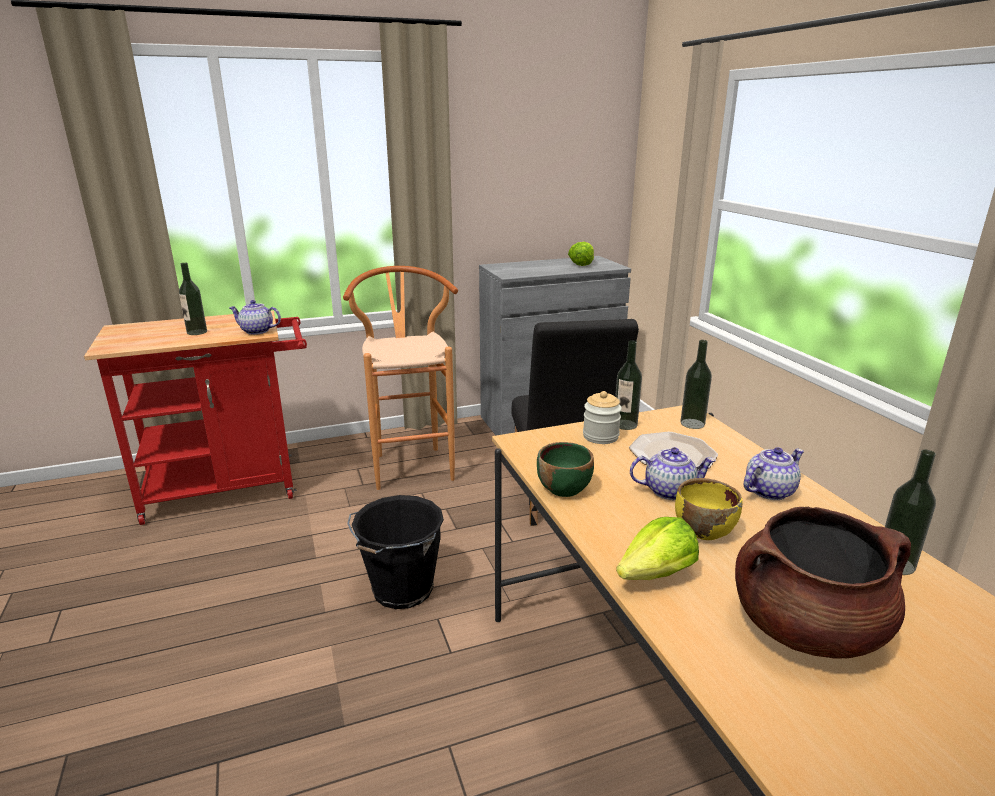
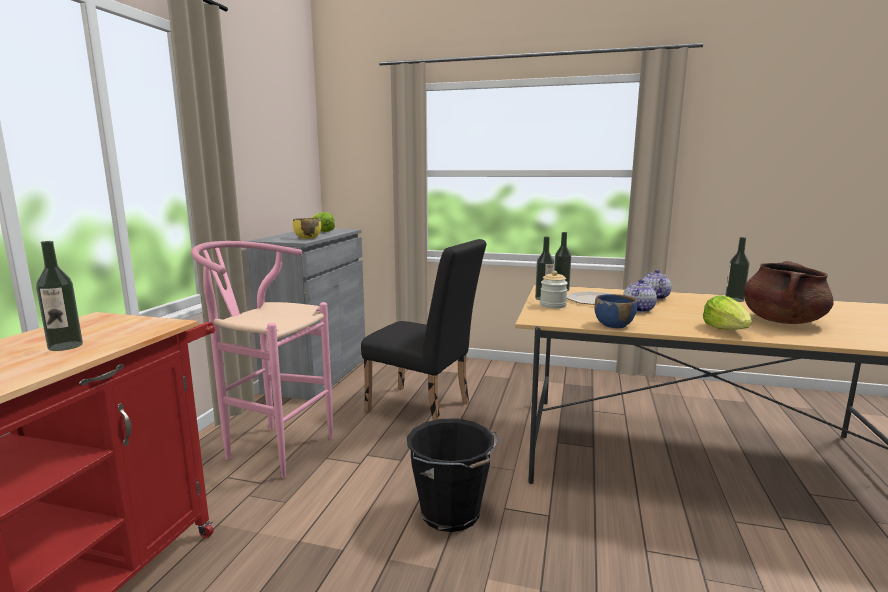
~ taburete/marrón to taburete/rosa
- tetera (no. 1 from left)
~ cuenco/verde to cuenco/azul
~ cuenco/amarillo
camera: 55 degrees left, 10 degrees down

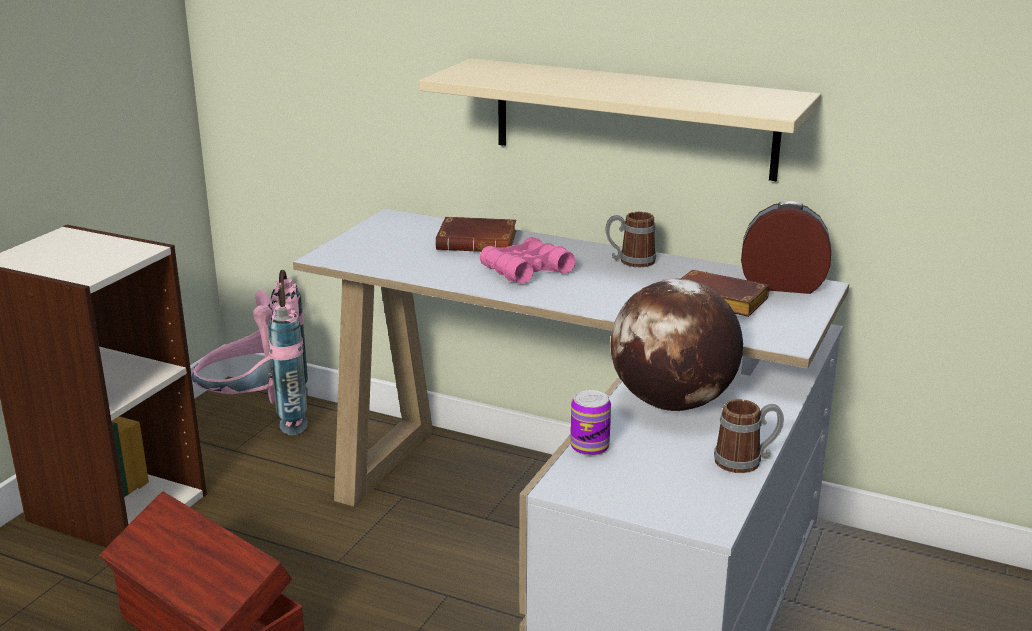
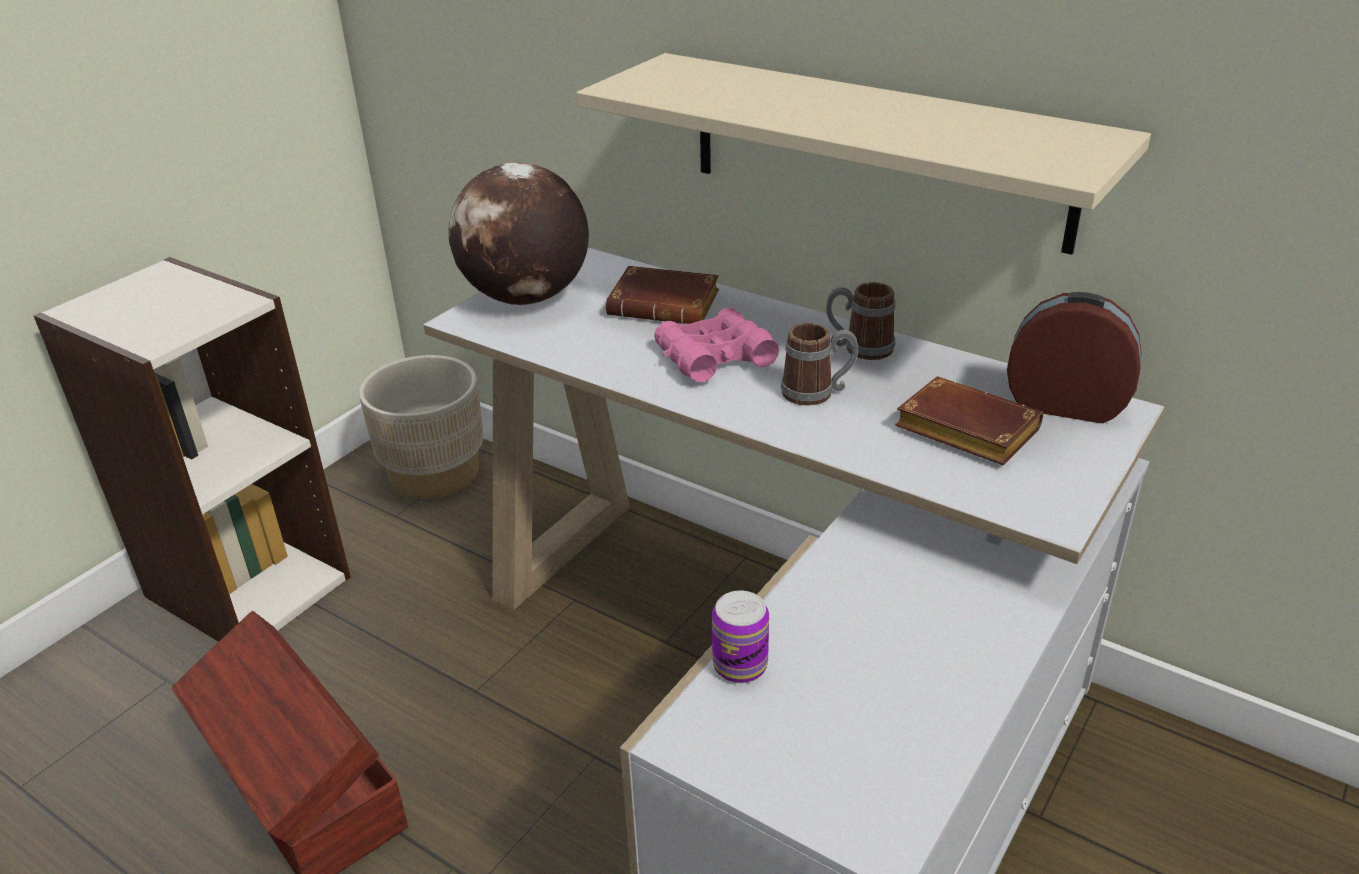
~ mochila/rosa to maceta/beis
~ globo terráqueo
~ taza grande (no. 2 from left in the first image) to taza grande (no. 1 from left)
camera: 10 degrees right, 10 degrees up

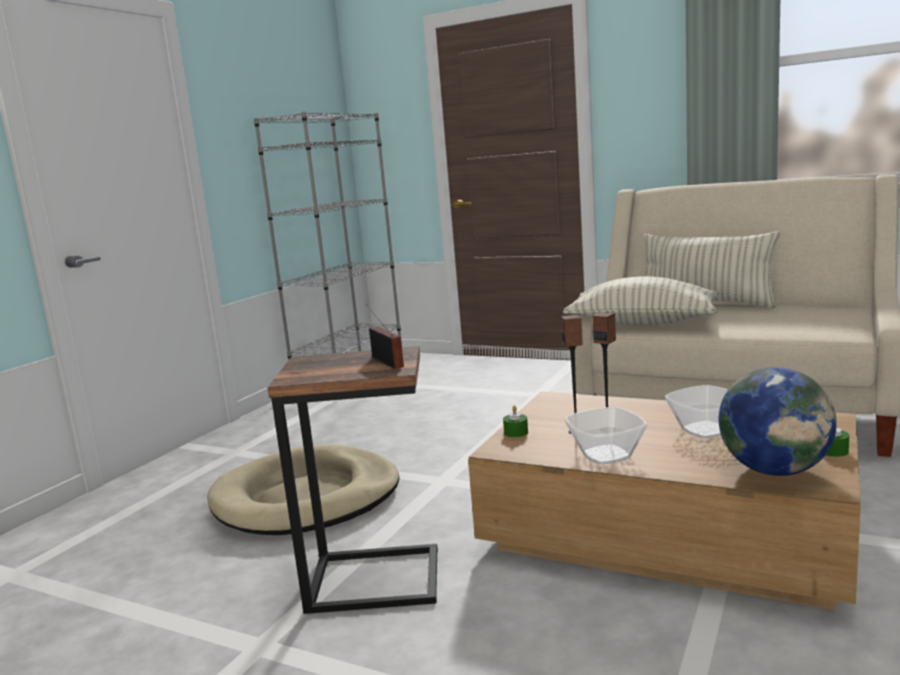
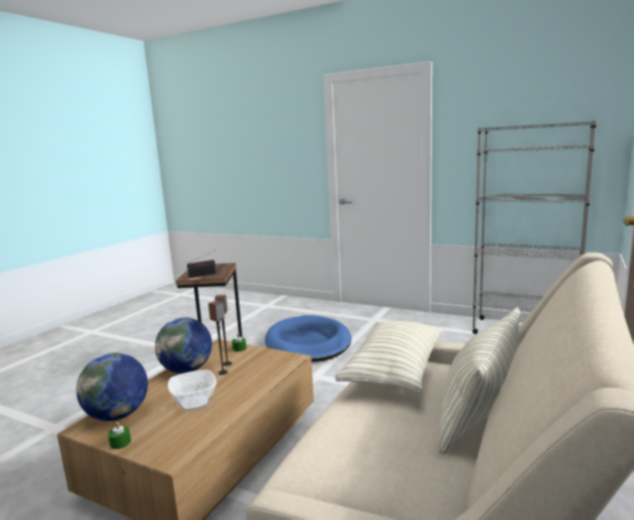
~ cuenco (no. 1 from left) to globo terráqueo (no. 2 from left)
~ cama para perro/beis to cama para perro/azul
camera: 90 degrees right, 0 degrees up

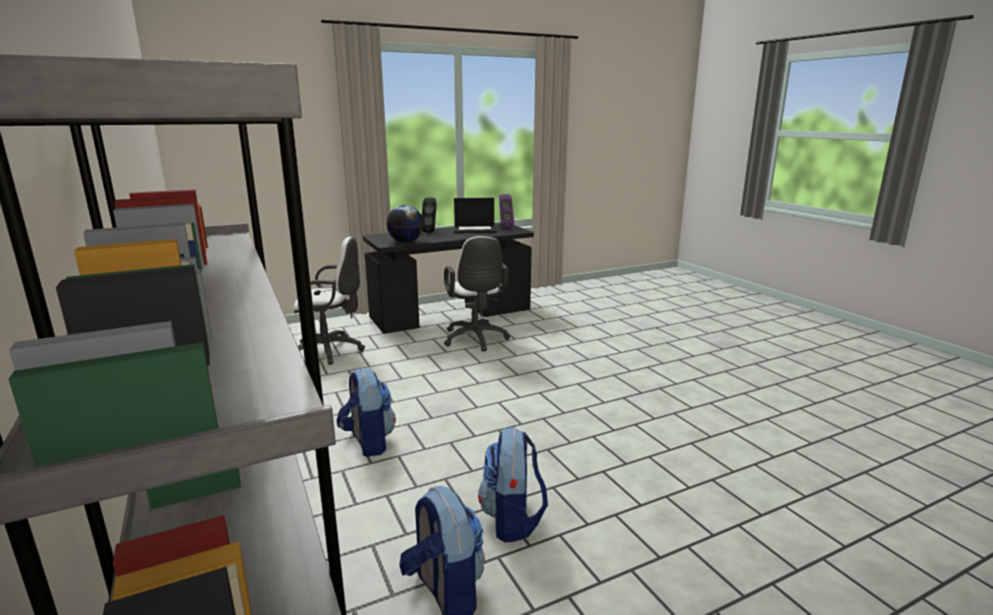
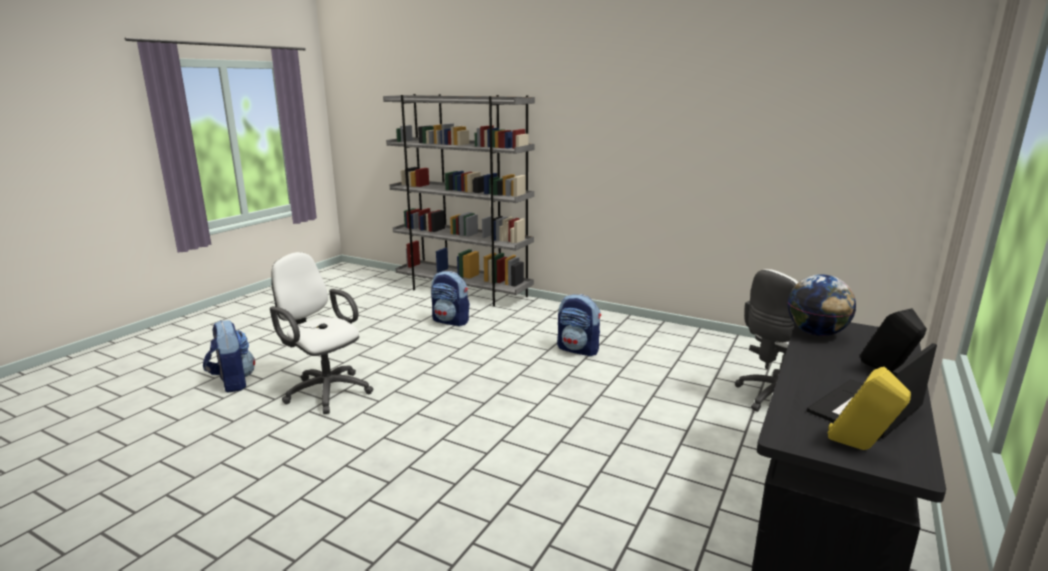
~ altavoz/morado to altavoz/amarillo
~ silla de oficina/blanco (no. 2 from left in the first image) to silla de oficina/blanco (no. 1 from left)
~ mochila (no. 3 from left in the first image) to mochila (no. 1 from left)
camera: 145 degrees right, 0 degrees up

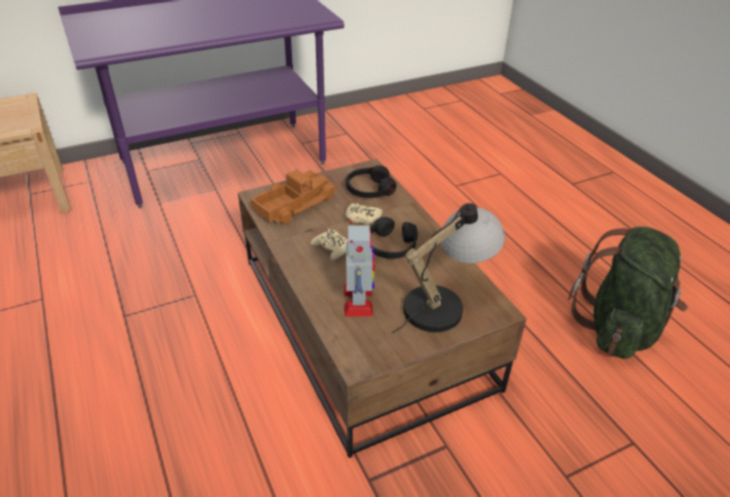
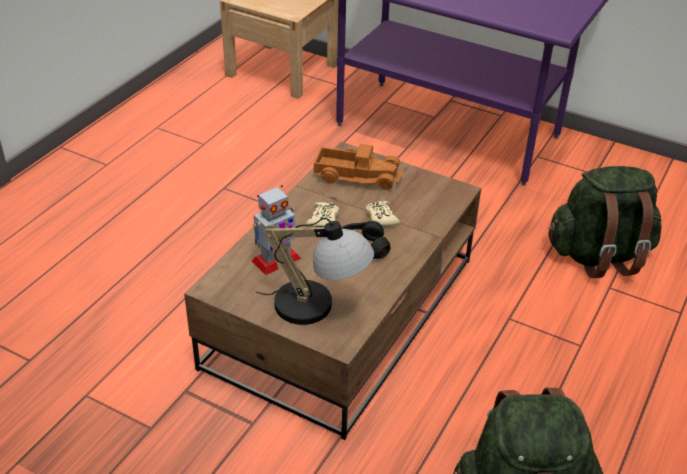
- auriculares/negro (no. 1 from left)
+ mochila/verde (no. 2 from left)
camera: 55 degrees right, 0 degrees up

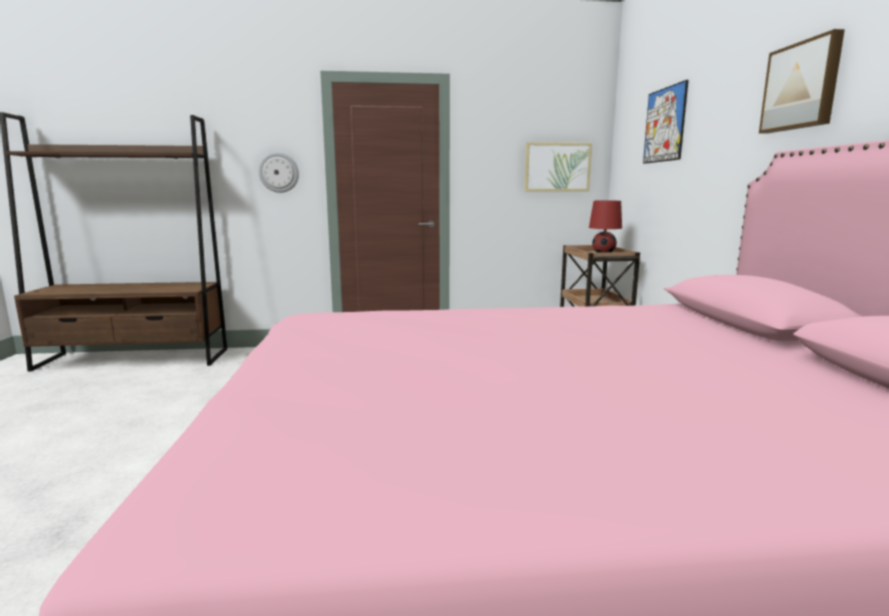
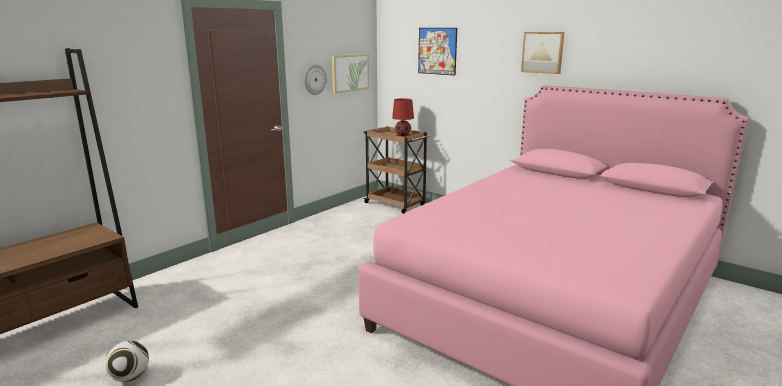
~ reloj de pared
+ balón de fútbol
camera: 45 degrees left, 5 degrees up

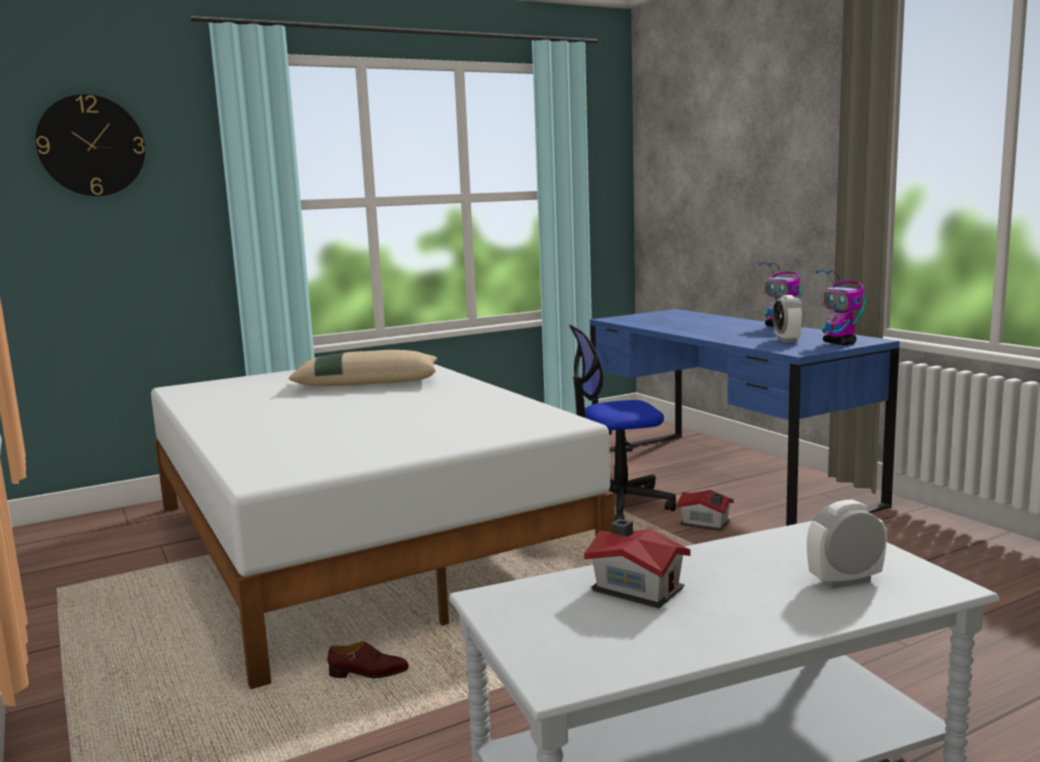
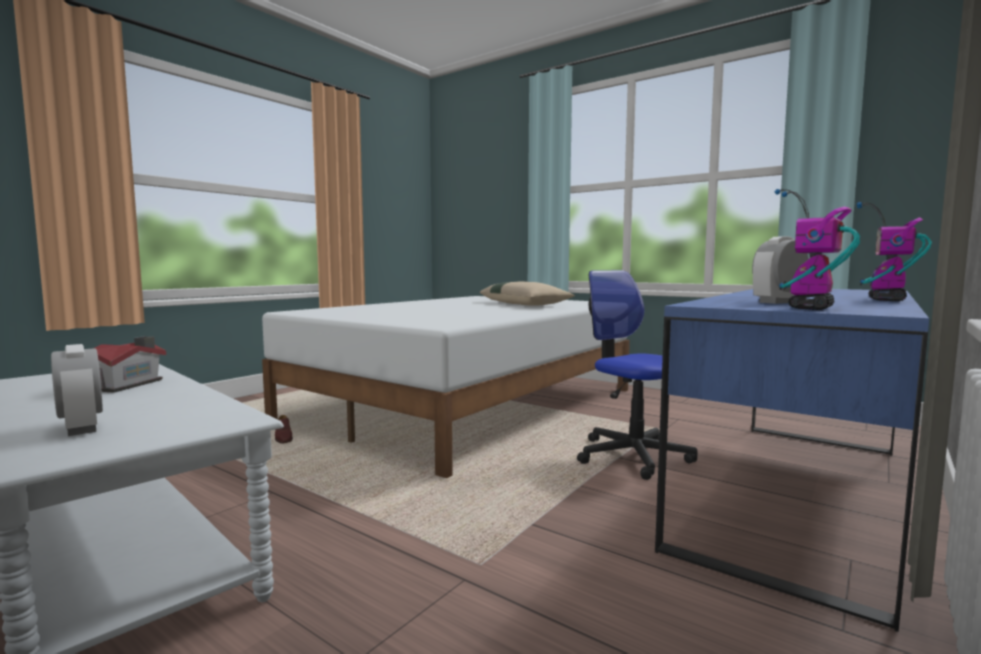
- reloj de pared
- casita (no. 2 from left)
camera: 65 degrees right, 5 degrees down

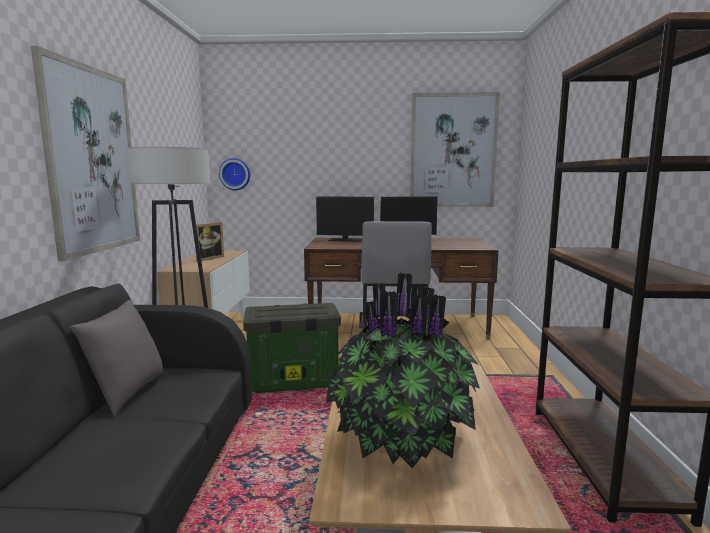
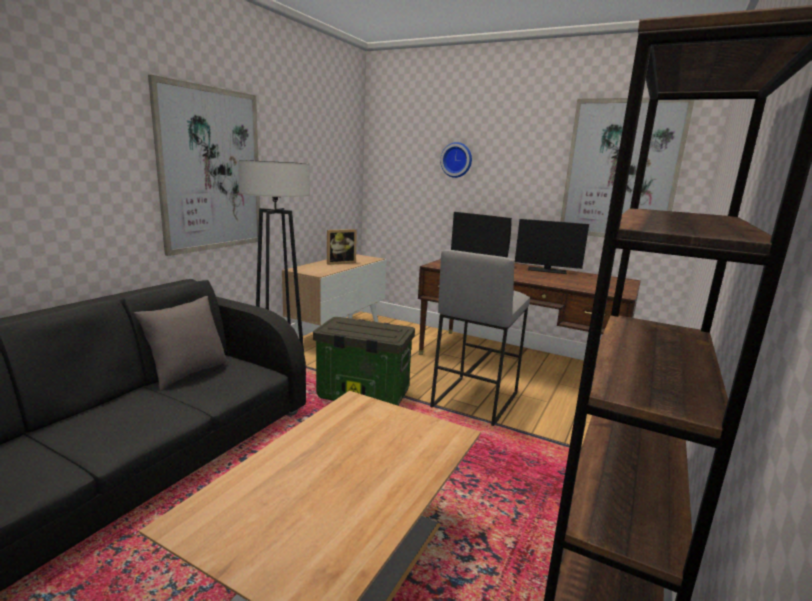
~ reloj de pared
- planta en maceta
camera: 25 degrees right, 5 degrees up

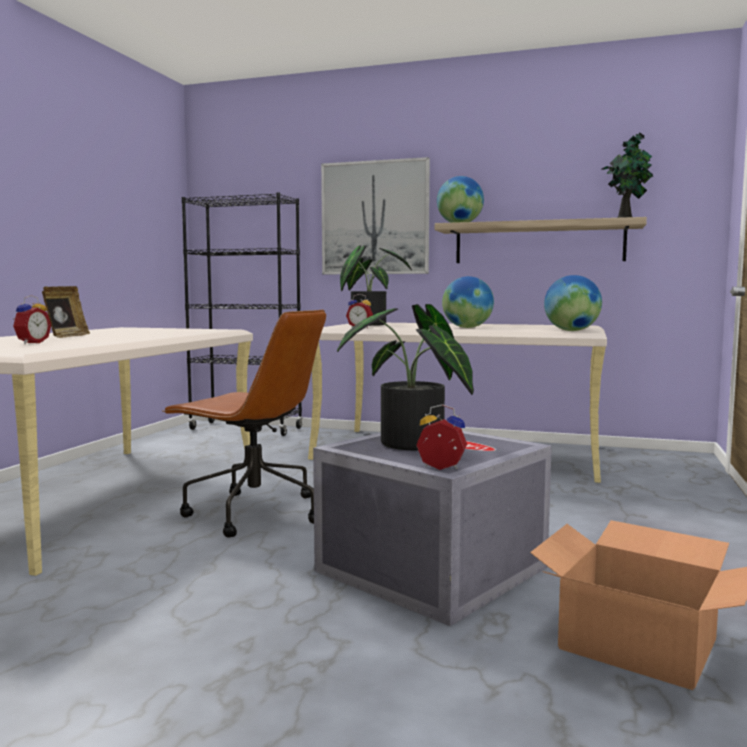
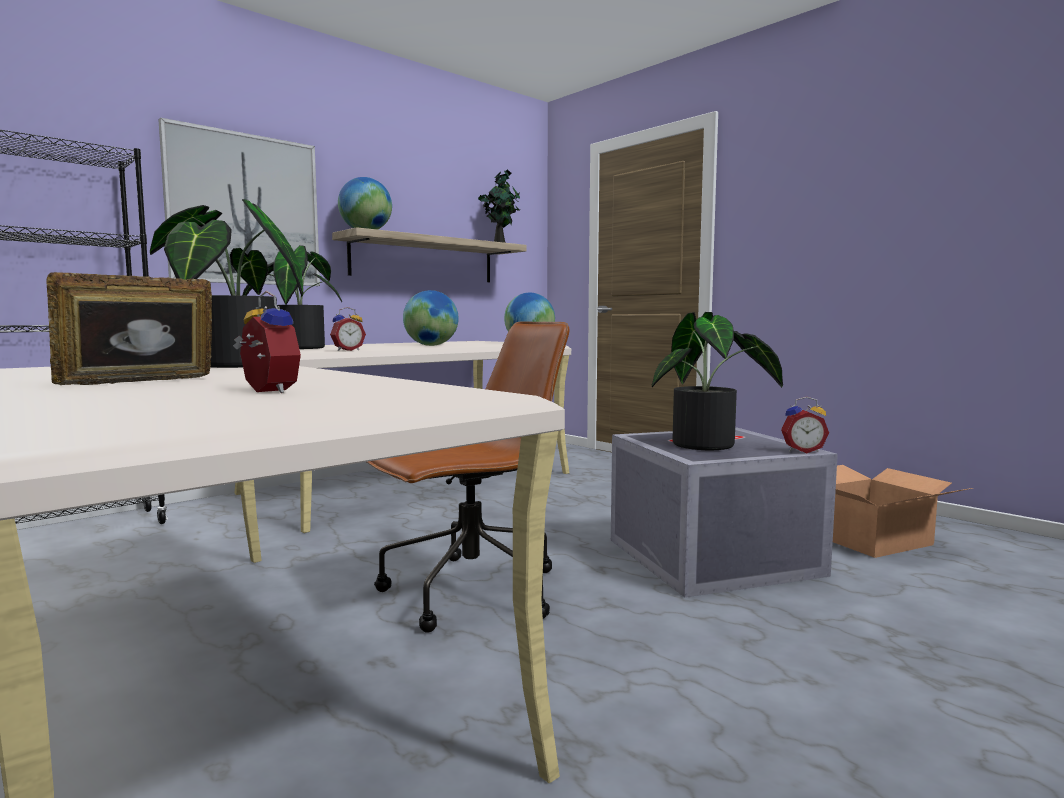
~ portarretratos 75 degrees counterclockwise
~ despertador (no. 3 from left) 135 degrees counterclockwise
+ planta en maceta (no. 1 from left)
camera: 60 degrees left, 0 degrees up

